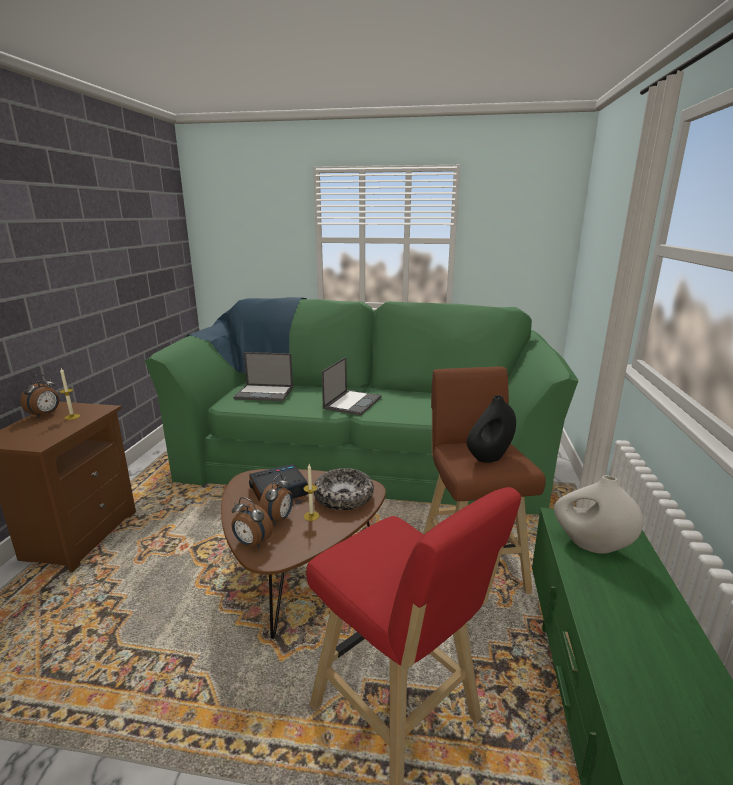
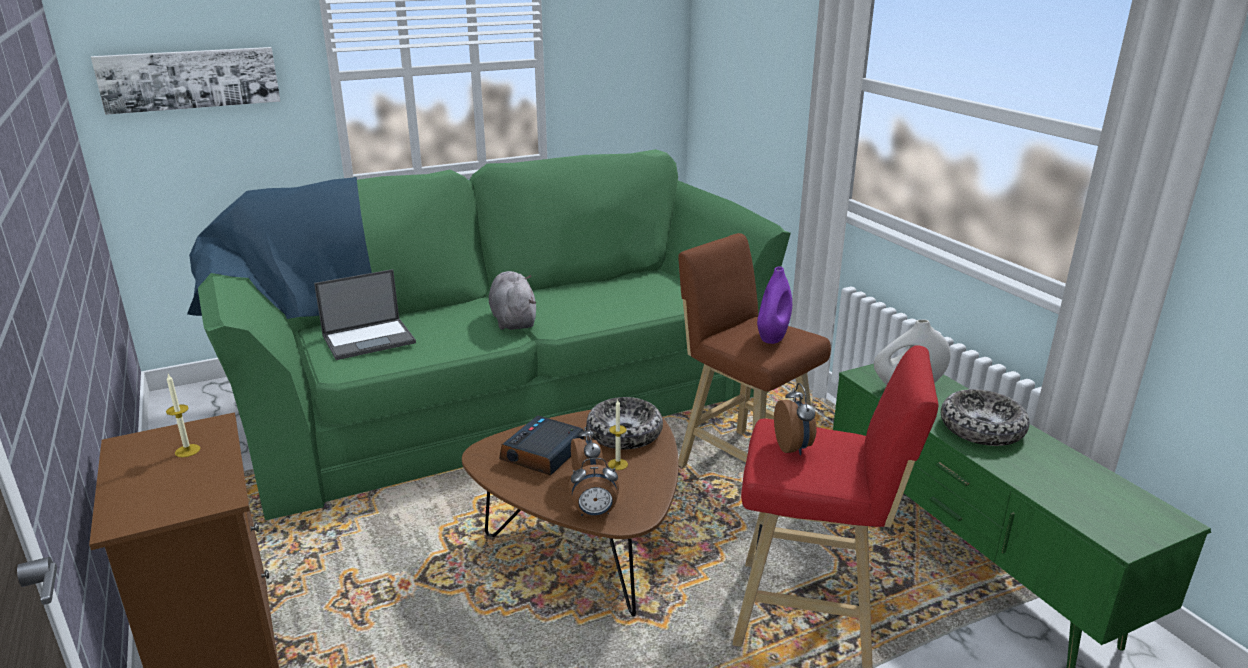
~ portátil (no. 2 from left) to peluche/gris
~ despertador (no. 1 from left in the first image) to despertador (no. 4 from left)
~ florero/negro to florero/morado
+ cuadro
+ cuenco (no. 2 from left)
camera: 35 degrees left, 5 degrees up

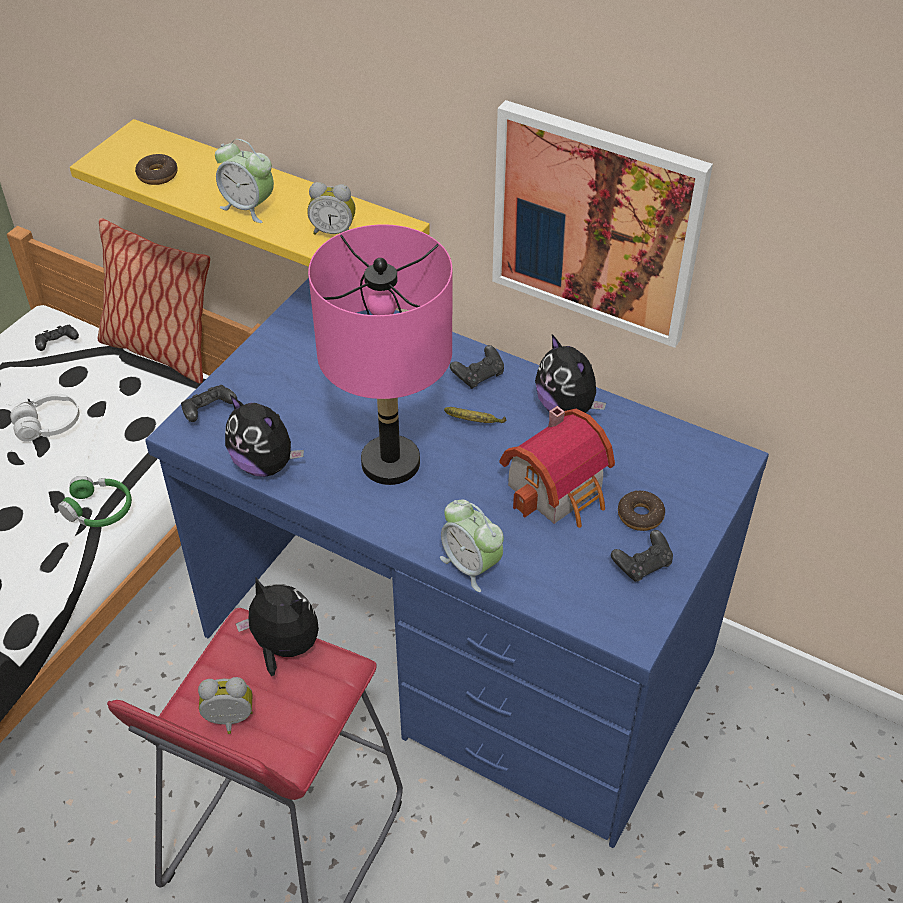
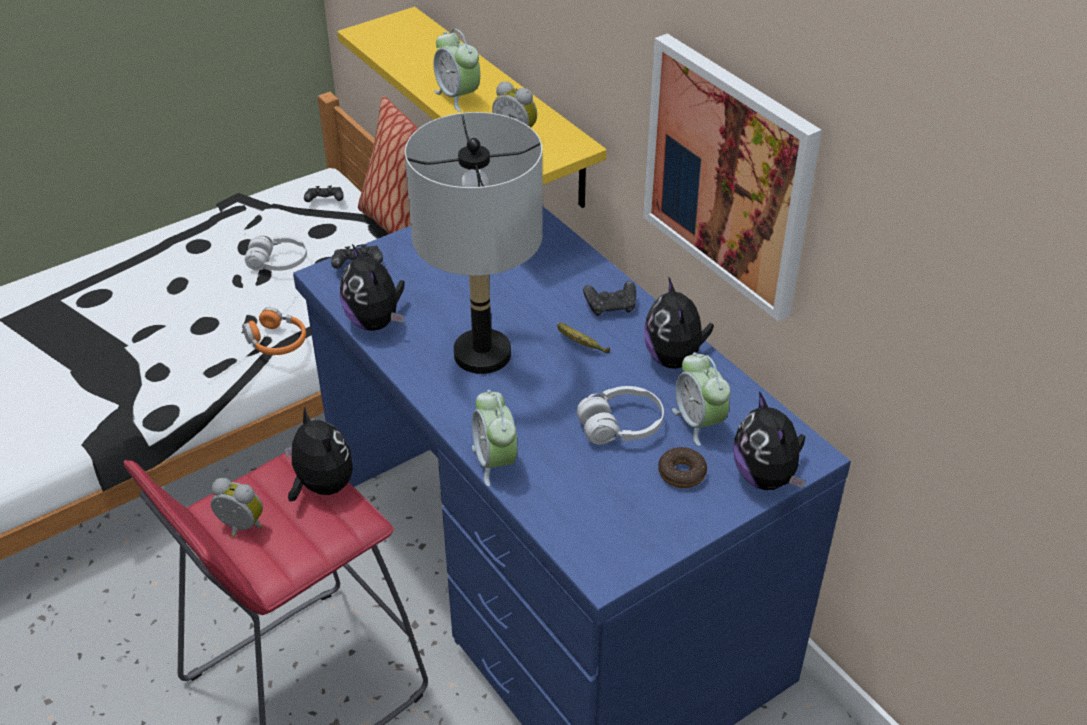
- rosquilla (no. 1 from left)
~ lámpara de mesa/rosa to lámpara de mesa/gris
~ casita to auriculares/blanco (no. 2 from left)
~ auriculares/verde to auriculares/naranja
- mando de consola/negro (no. 4 from left)
+ despertador (no. 5 from left)
+ peluche (no. 4 from left)
camera: 25 degrees right, 5 degrees down

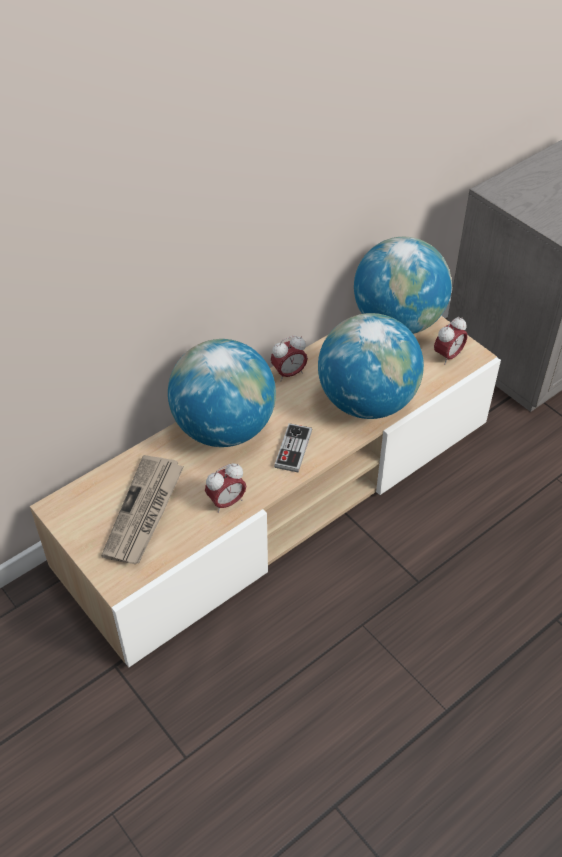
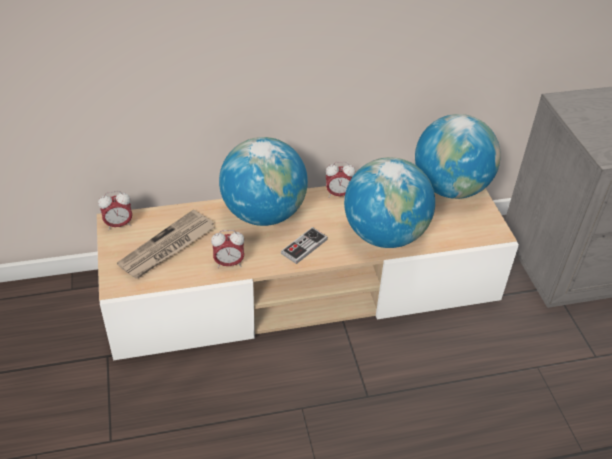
~ despertador (no. 3 from left in the first image) to despertador (no. 1 from left)
camera: 25 degrees right, 5 degrees down

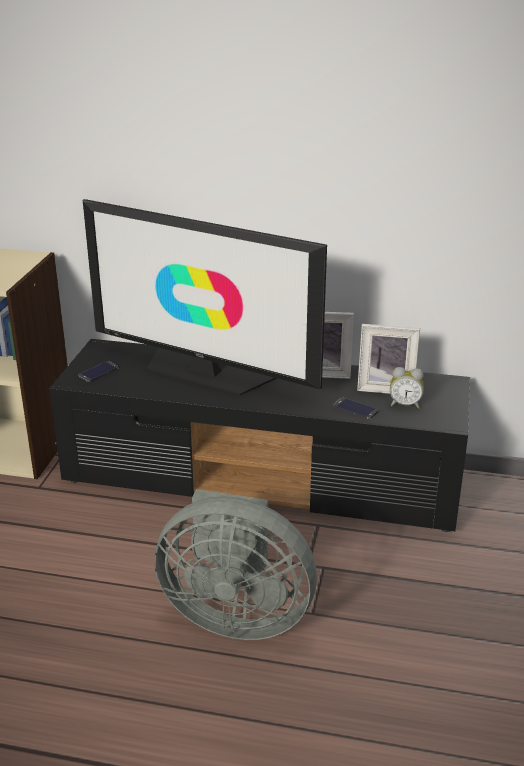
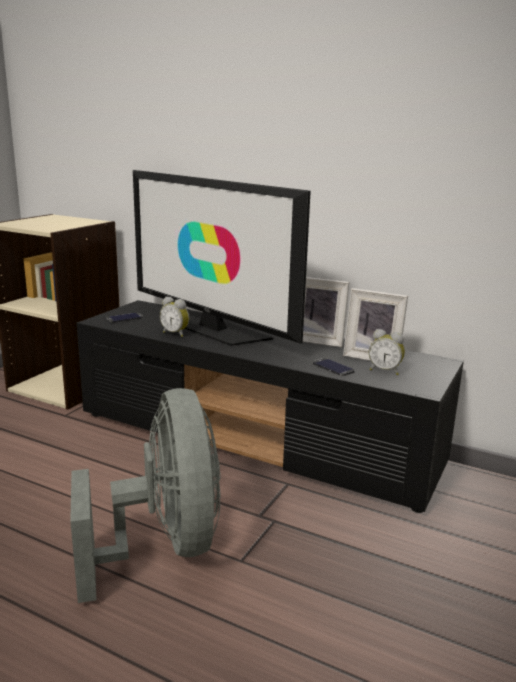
~ ventilador/gris 135 degrees counterclockwise
+ despertador (no. 1 from left)
camera: 15 degrees right, 10 degrees down

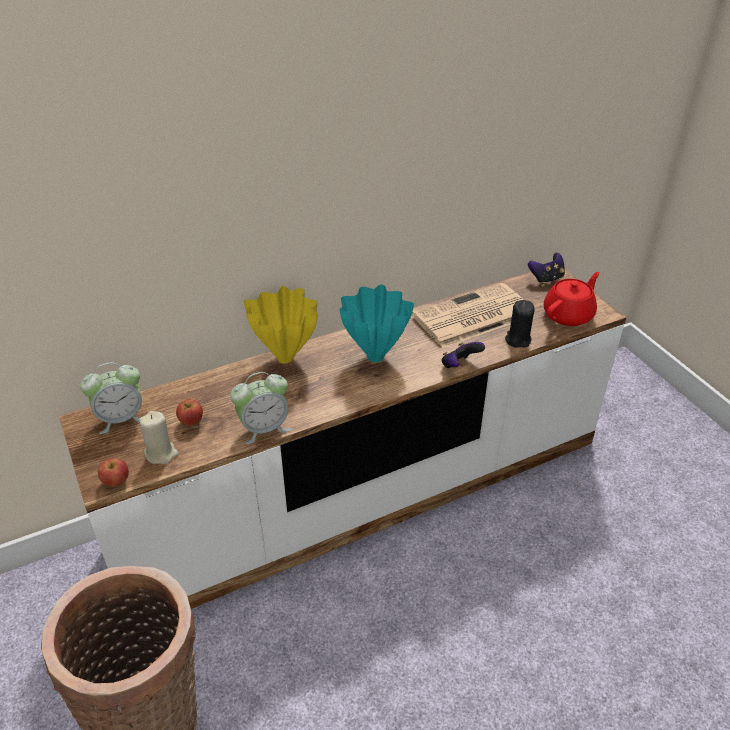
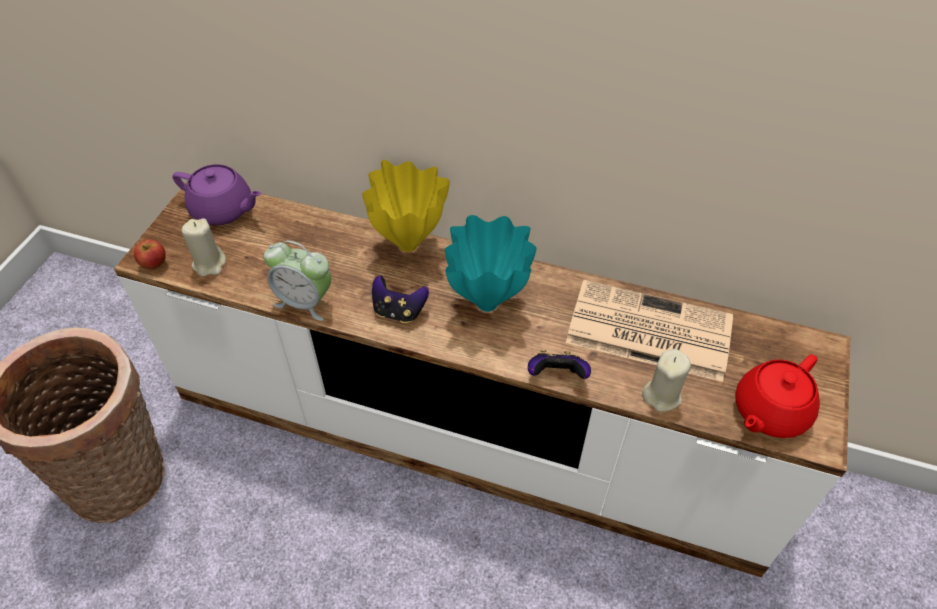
~ mando de consola (no. 2 from left in the first image) to mando de consola (no. 1 from left)
~ tetera/rojo 135 degrees clockwise
~ vela/negro to vela/beis (no. 2 from left)
~ despertador (no. 1 from left) to tetera/morado
- manzana (no. 2 from left)
camera: 45 degrees right, 10 degrees up

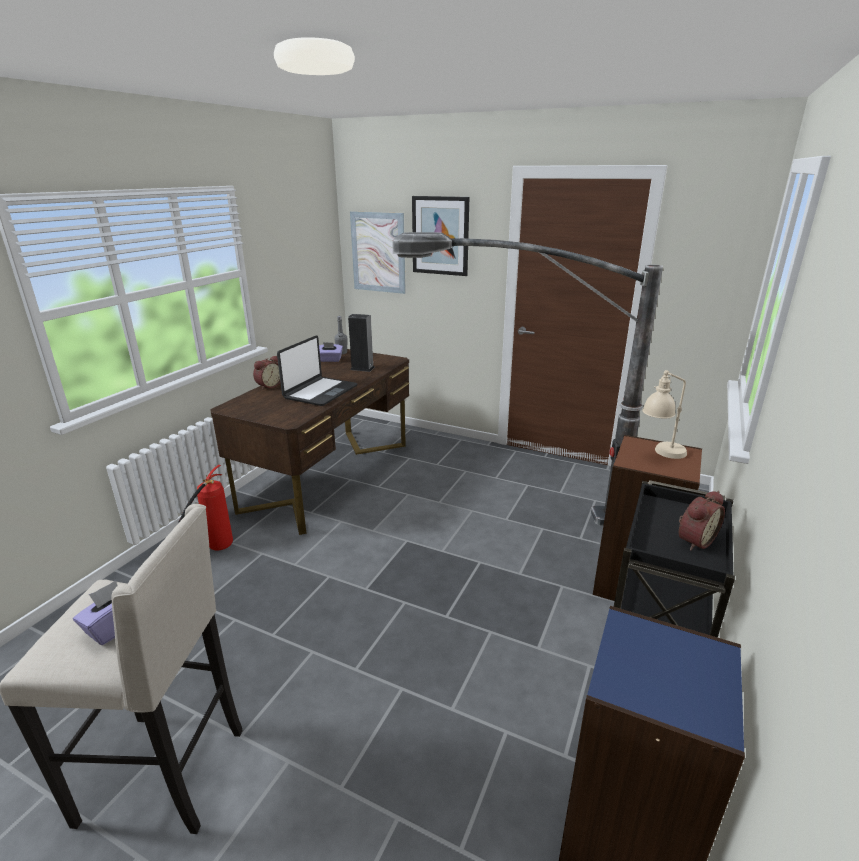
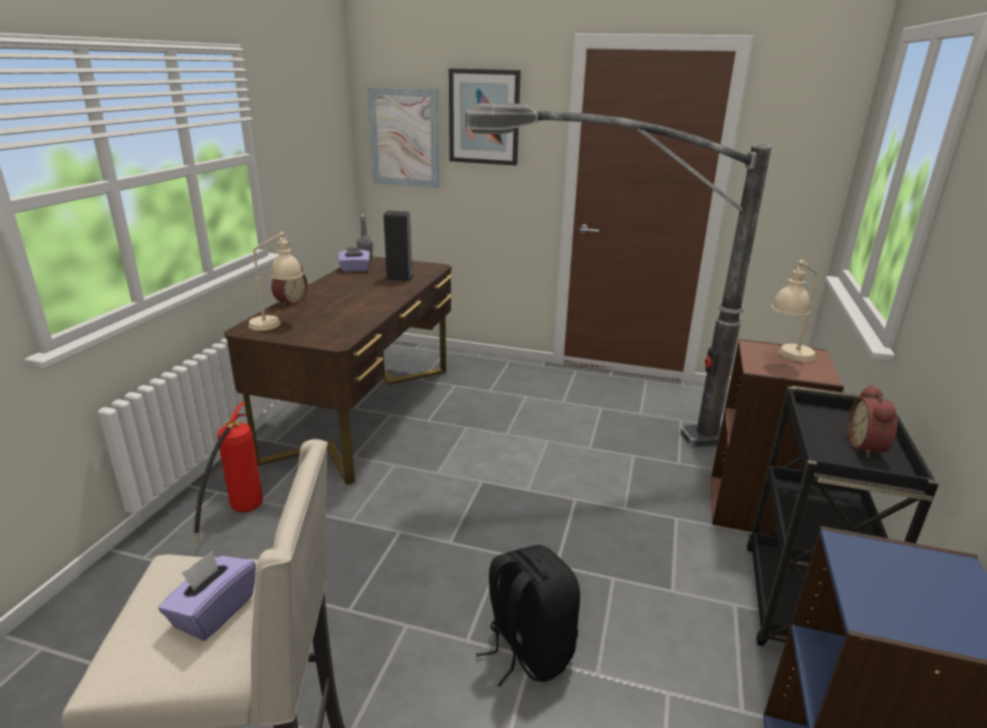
- portátil
~ despertador (no. 2 from left) 150 degrees clockwise
+ lámpara de mesa/beis (no. 1 from left)
+ mochila/negro
camera: 10 degrees left, 0 degrees up

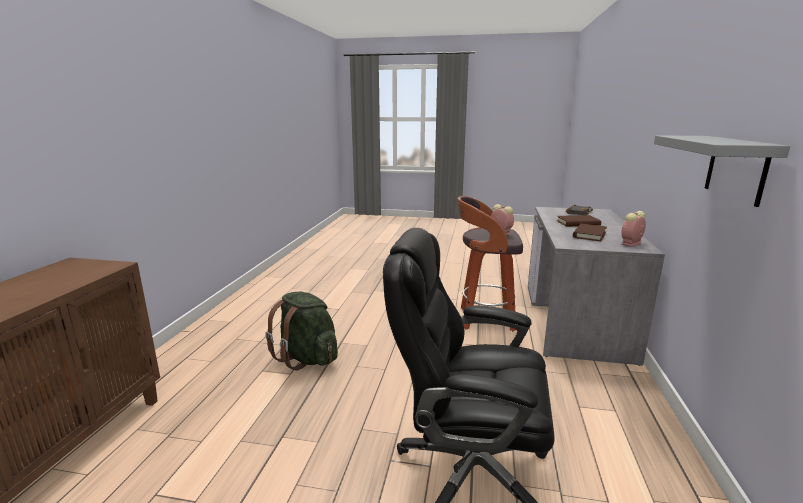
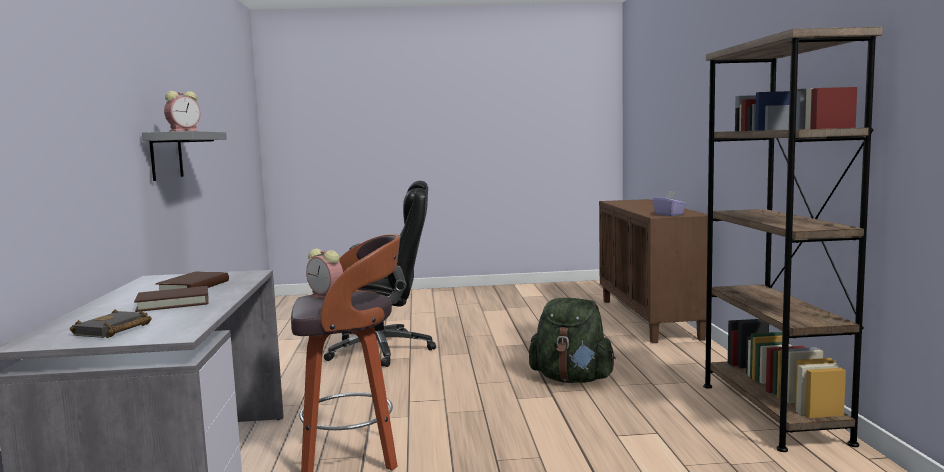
~ despertador (no. 2 from left in the first image) to despertador (no. 1 from left)
+ estantería/marrón
+ caja de pañuelos/morado
camera: 165 degrees right, 10 degrees down

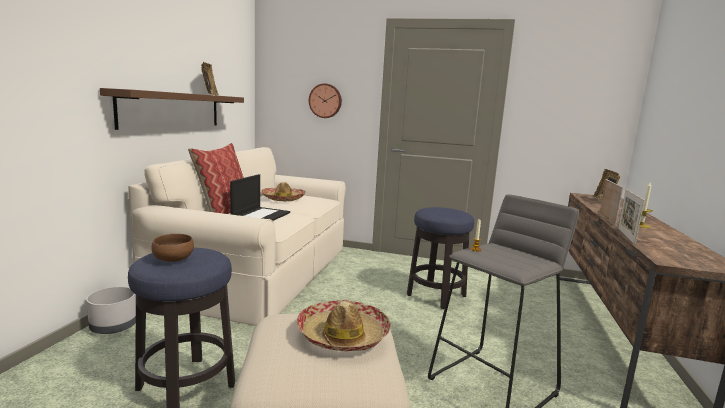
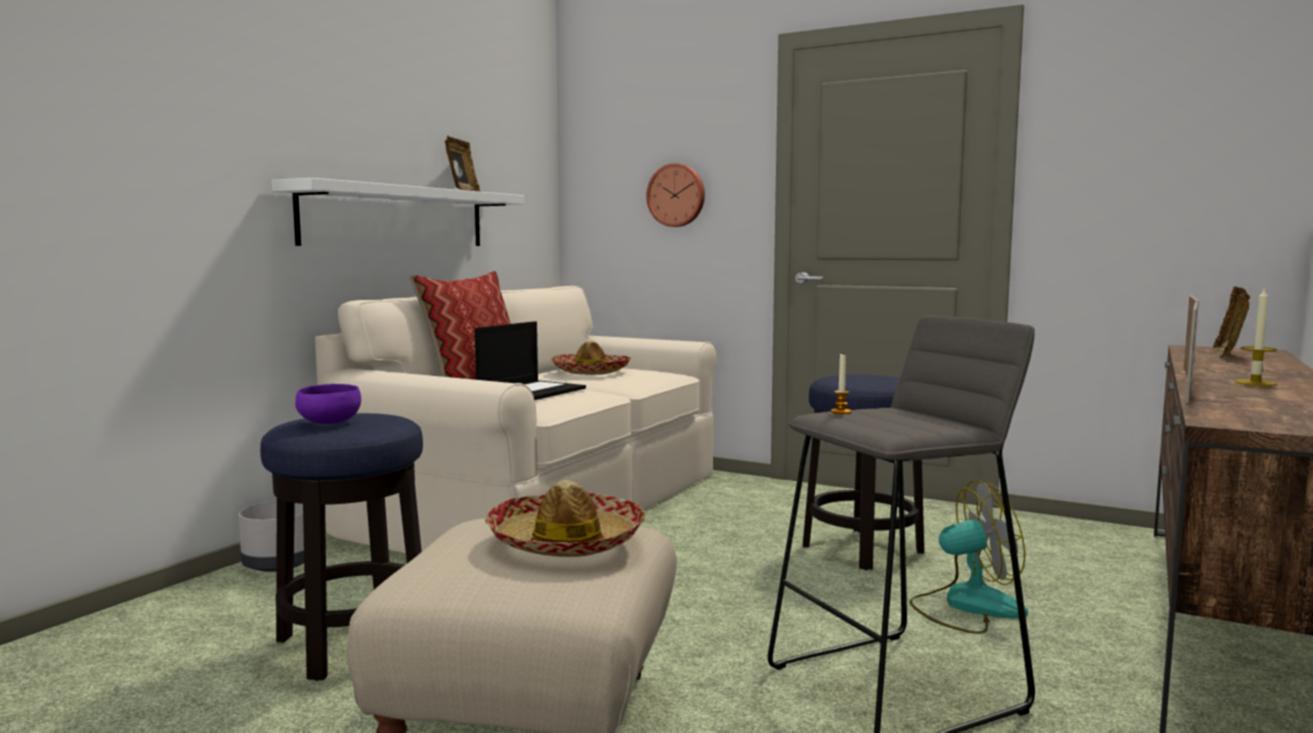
~ estante/marrón to estante/blanco
~ cuenco/marrón to cuenco/morado
+ ventilador
camera: 15 degrees right, 5 degrees down

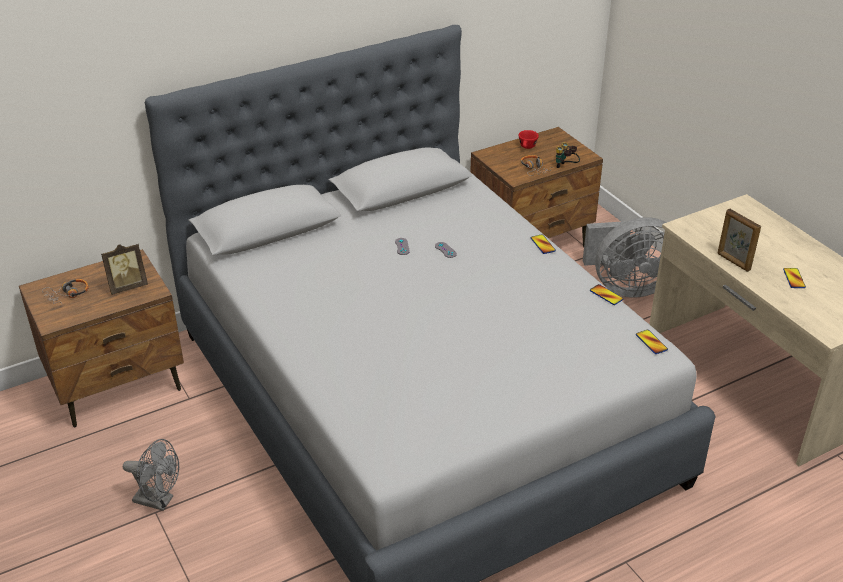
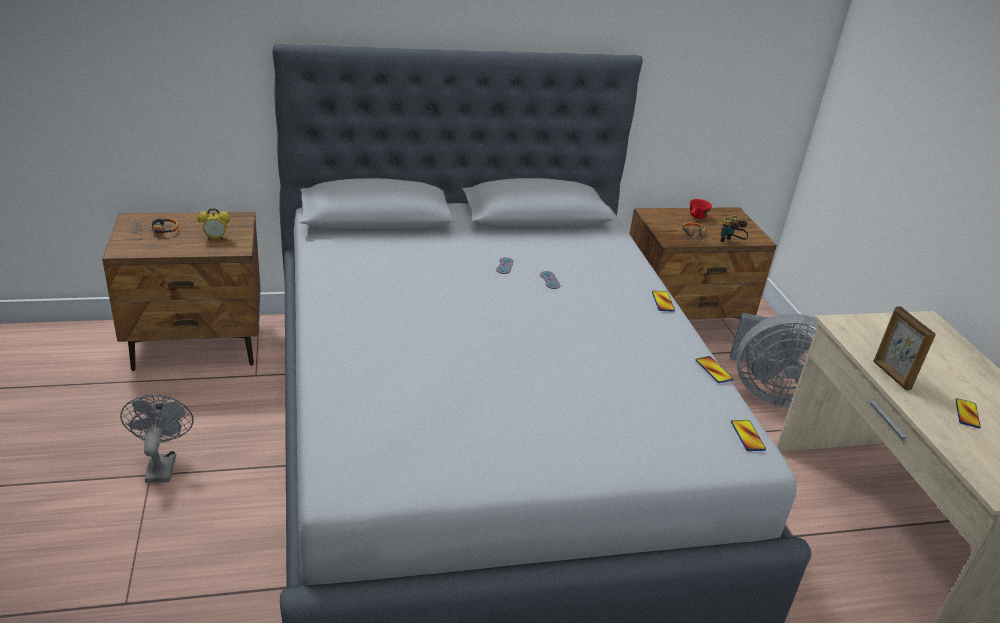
~ portarretratos (no. 1 from left) to despertador
~ ventilador/gris (no. 1 from left) 135 degrees counterclockwise
camera: 15 degrees right, 5 degrees down

